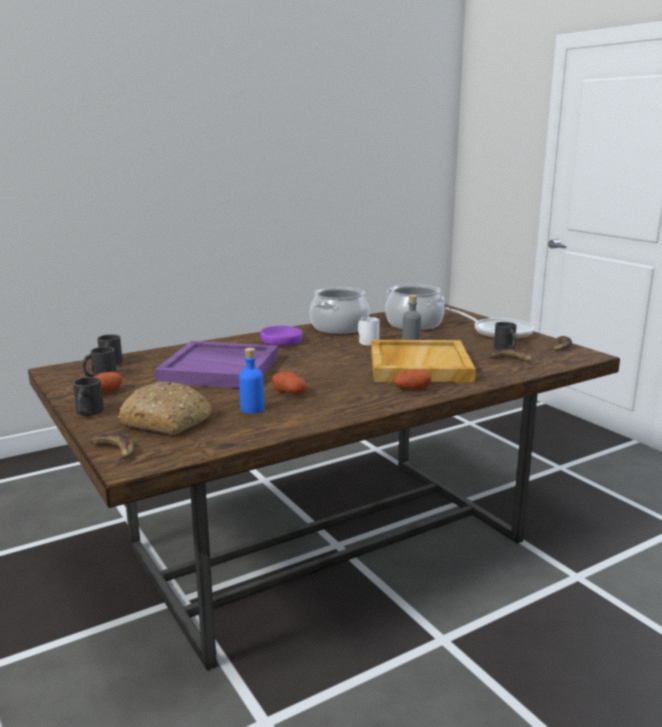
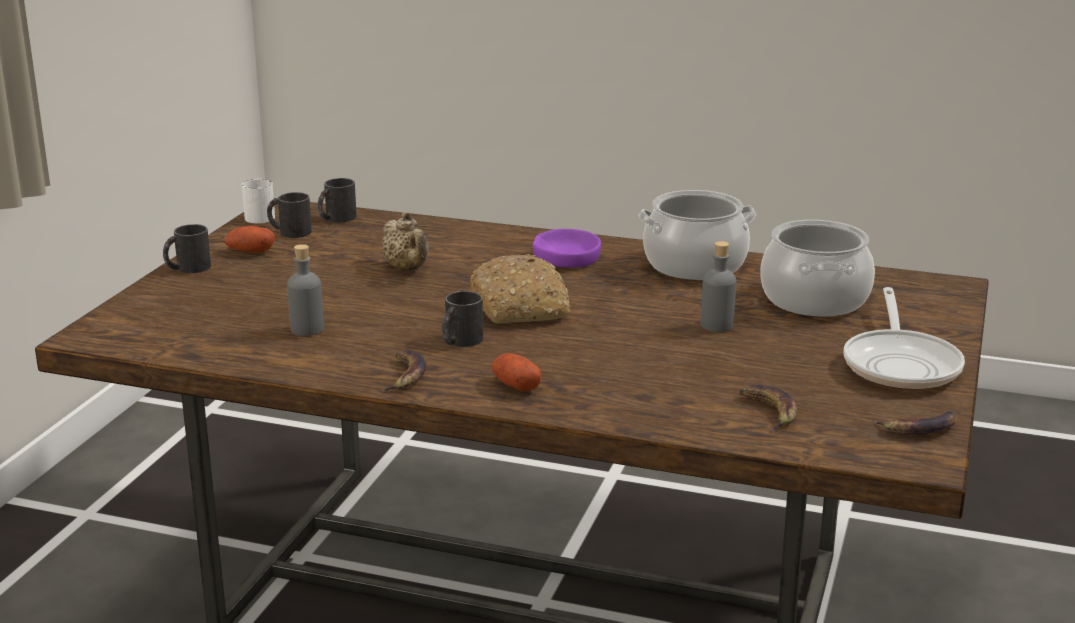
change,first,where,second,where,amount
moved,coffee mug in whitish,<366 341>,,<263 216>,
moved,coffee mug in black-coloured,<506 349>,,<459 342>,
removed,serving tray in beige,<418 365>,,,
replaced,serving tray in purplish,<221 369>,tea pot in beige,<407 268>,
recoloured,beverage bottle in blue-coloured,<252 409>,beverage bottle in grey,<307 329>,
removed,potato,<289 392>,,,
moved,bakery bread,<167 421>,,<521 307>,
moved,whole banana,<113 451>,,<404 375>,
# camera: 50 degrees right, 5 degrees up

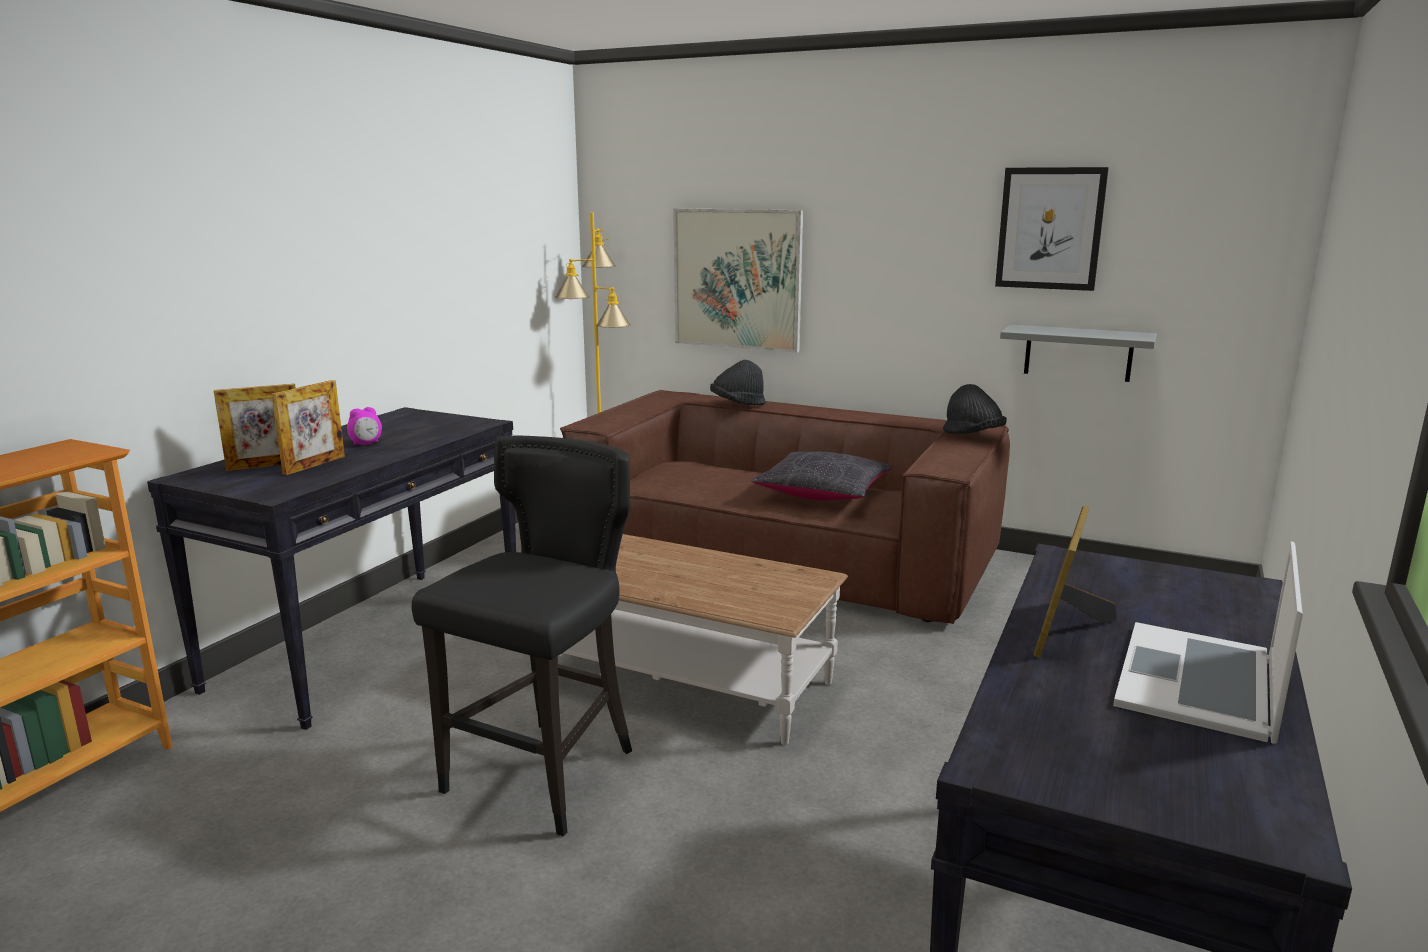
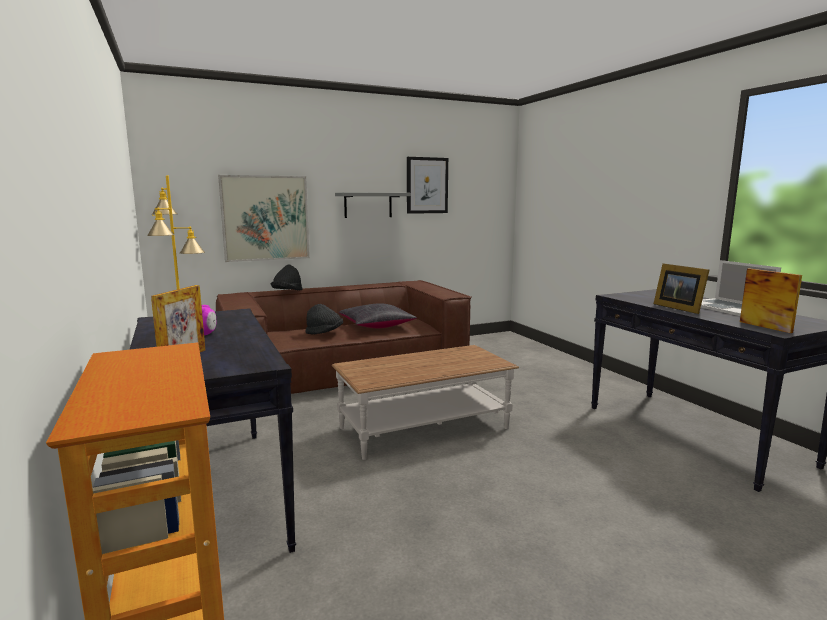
change,first,where,second,where,amount
moved,wall shelf in grey,<1078 353>,,<368 205>,
moved,standing frame,<314 465>,,<765 327>,
moved,hat in black-coloured,<972 436>,,<325 333>,
removed,stool seat in black-coloured,<545 773>,,,
# camera: 50 degrees left, 5 degrees down

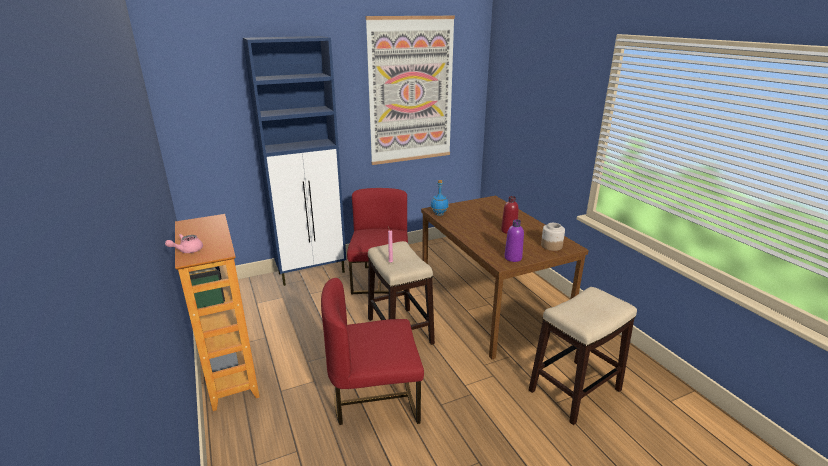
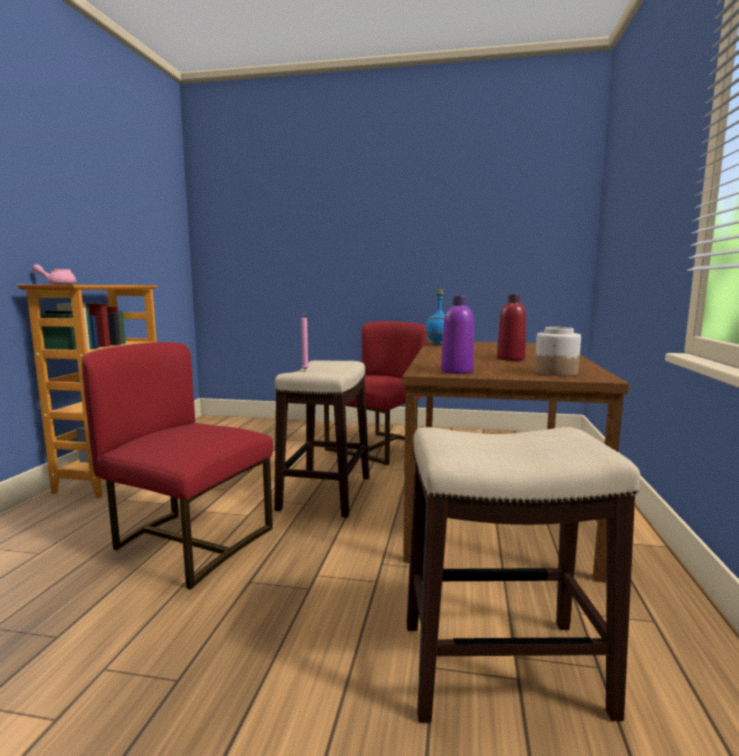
change,first,where,second,where,amount
removed,wall art,<411 92>,,,
removed,storage cabinet in blue-coloured,<312 272>,,,
# camera: 35 degrees right, 15 degrees down

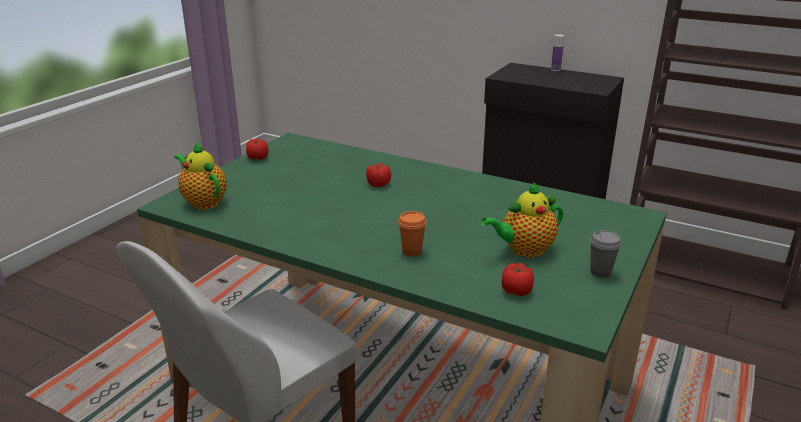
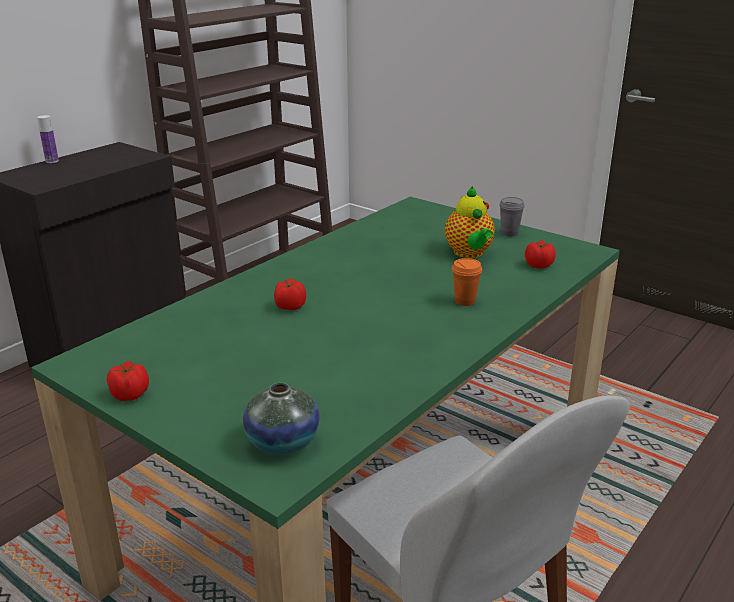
change,first,where,second,where,amount
replaced,tea pot,<203 202>,flower vase,<283 442>,
# camera: 80 degrees left, 0 degrees up

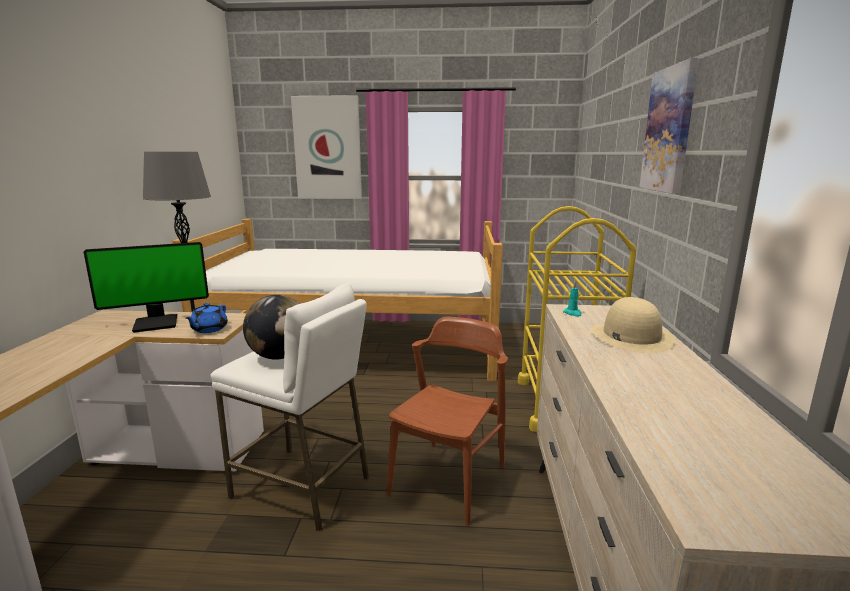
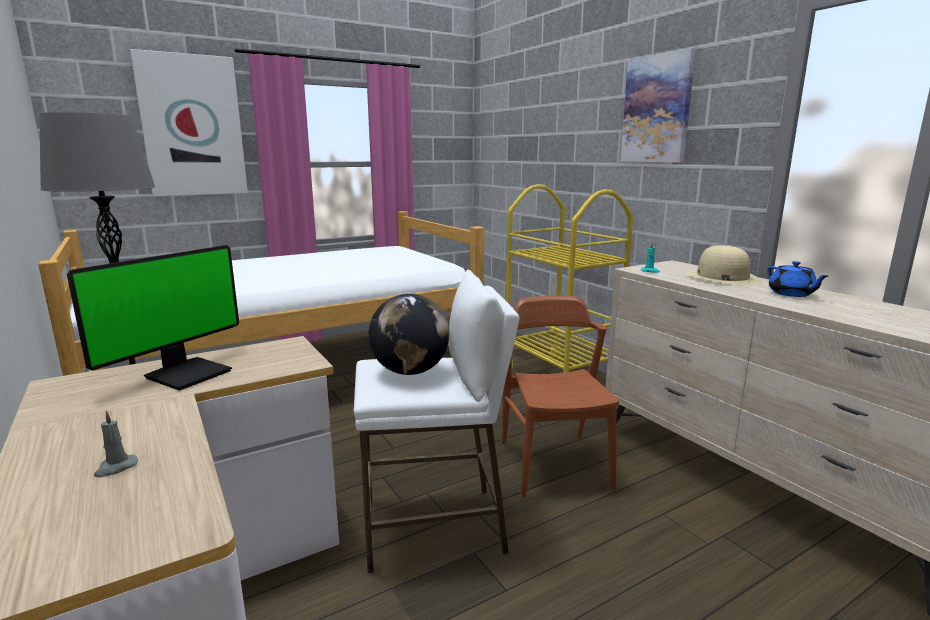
change,first,where,second,where,amount
moved,tea pot in blue-coloured,<208 329>,,<791 294>,
added,,,candle in grey,<115 468>,
# camera: 35 degrees left, 0 degrees up

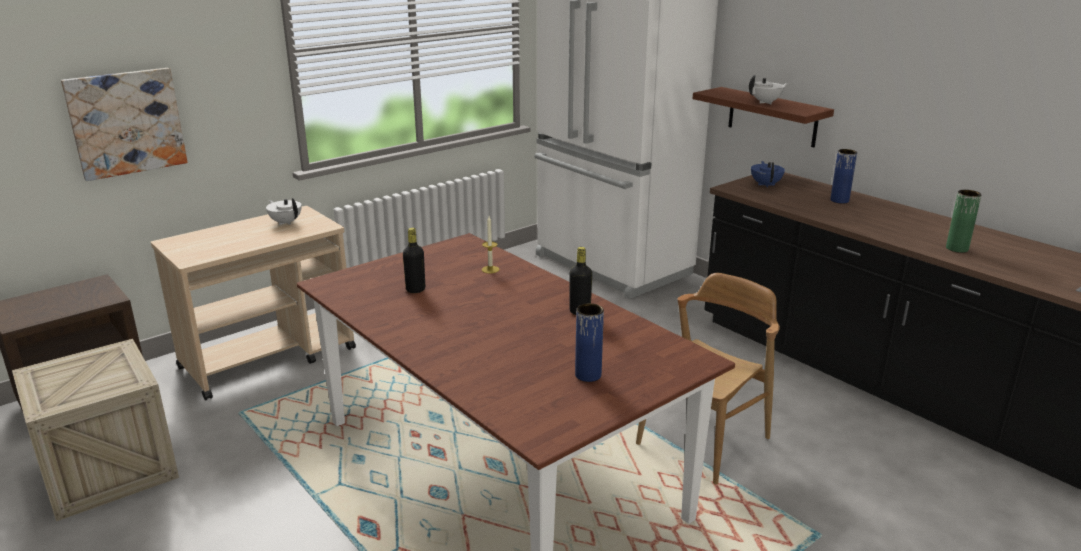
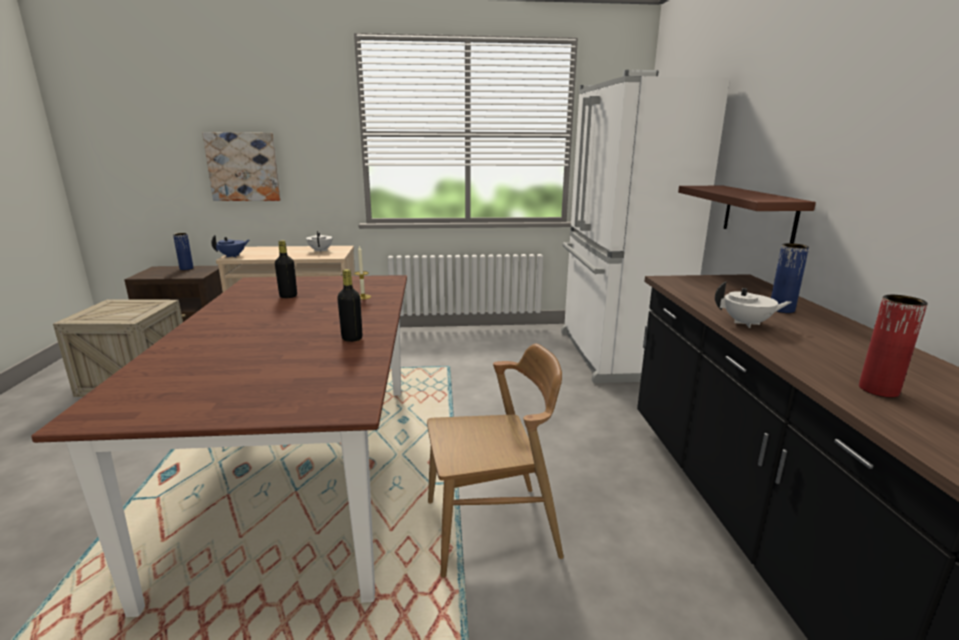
change,first,where,second,where,amount
moved,tea pot in whitish,<766 102>,,<747 323>,
moved,tea pot in blue-coloured,<766 185>,,<233 256>,
recoloured,flower vase in greenish,<957 248>,flower vase in reddish,<878 390>,
moved,flower vase in blue-coloured,<588 375>,,<186 268>,
# camera: 35 degrees right, 5 degrees down

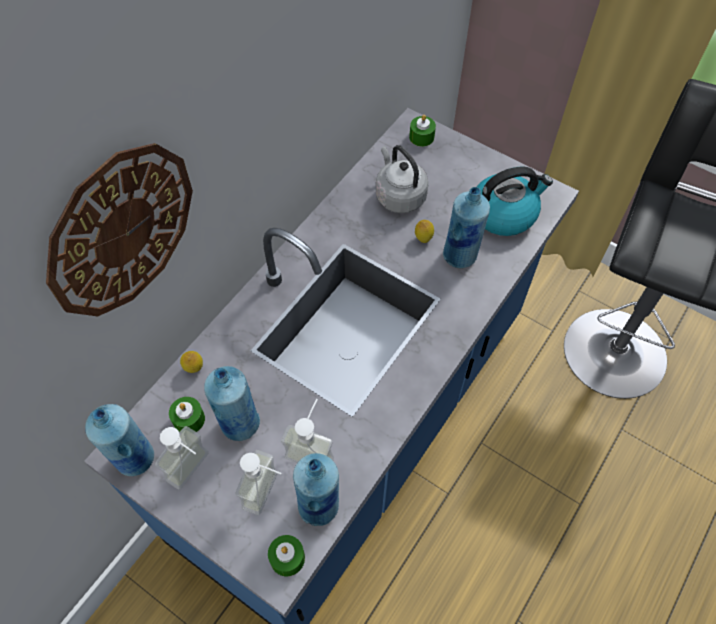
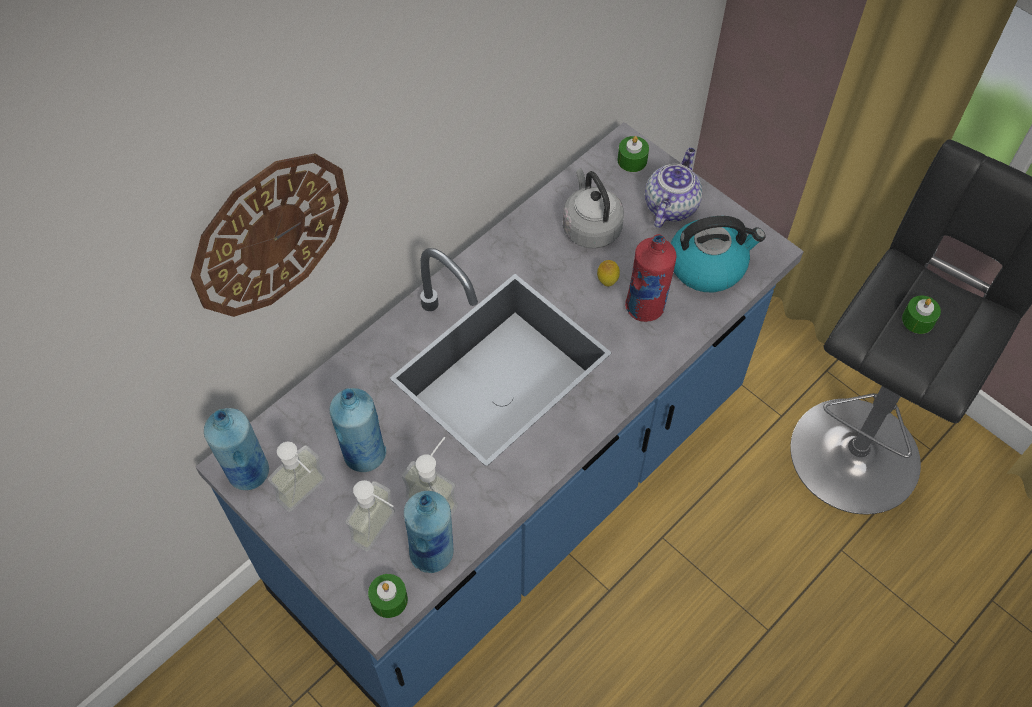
change,first,where,second,where,amount
recoloured,beverage bottle in blue-coloured,<460 256>,beverage bottle in reddish,<645 307>,
removed,citrus fruit,<194 368>,,,
moved,candle in greenish,<189 419>,,<918 320>,
added,,,tea pot,<670 205>,
# camera: 10 degrees right, 0 degrees up

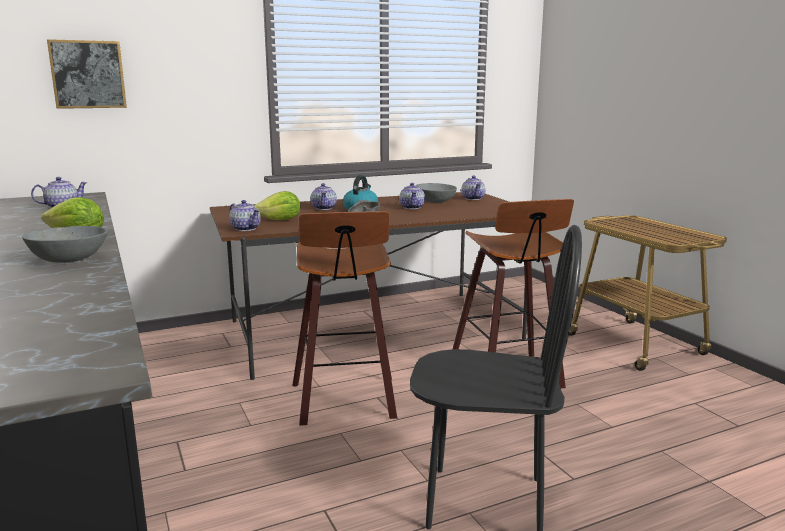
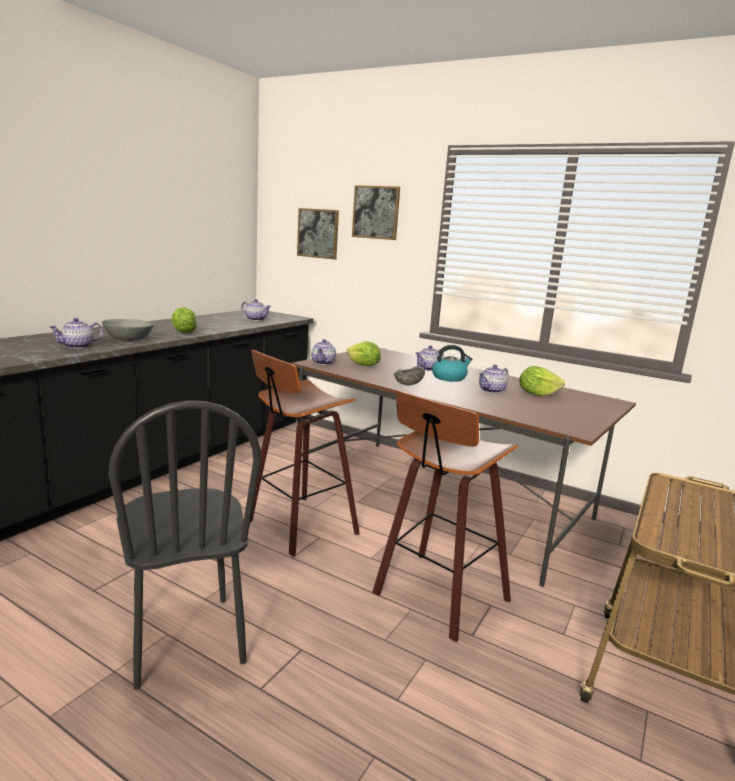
change,first,where,second,where,amount
moved,tea pot,<473 198>,,<78 346>,
replaced,serving bowl in grey,<434 201>,lettuce,<537 394>,
added,,,wall art,<376 212>,
# camera: 55 degrees right, 0 degrees up

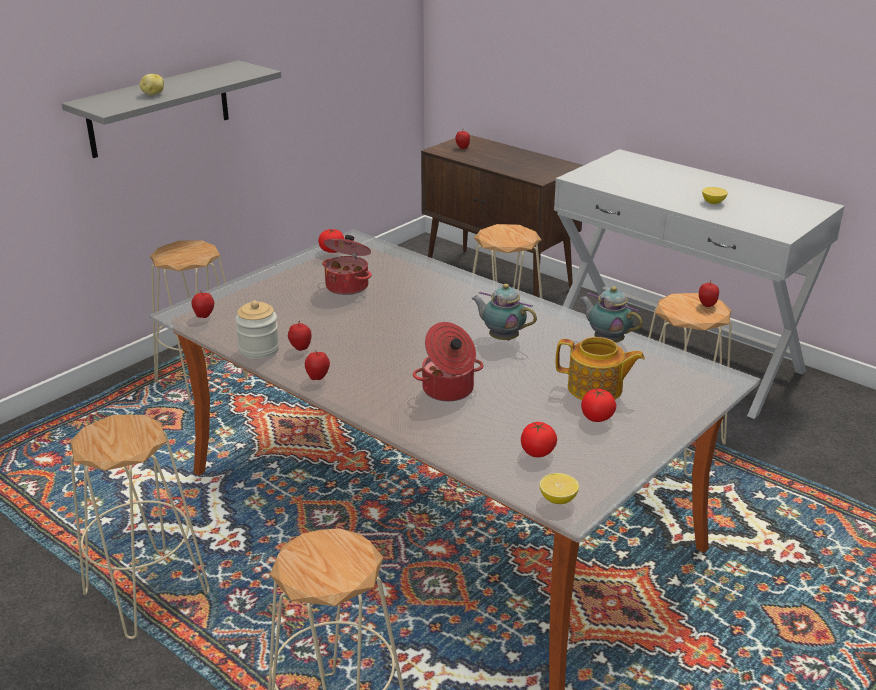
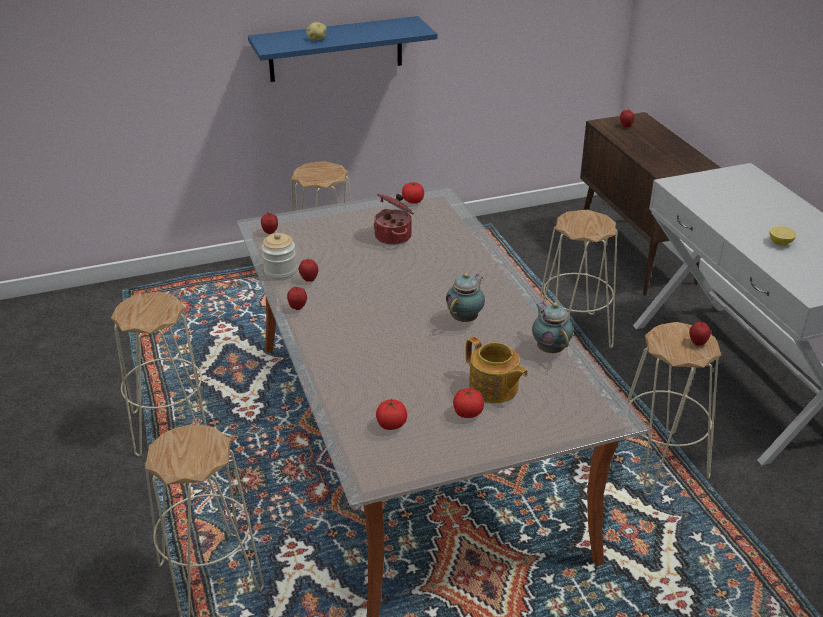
change,first,where,second,where,amount
recoloured,wall shelf in grey,<159 109>,wall shelf in blue-coloured,<336 49>,
turned,tea pot,<502 338>,,<466 318>,60 degrees clockwise
removed,cooking pot,<448 390>,,,
removed,citrus fruit,<558 499>,,,
# camera: 30 degrees right, 5 degrees up

